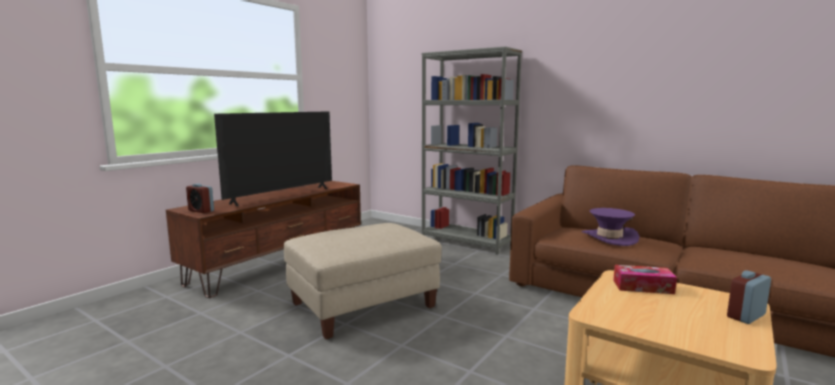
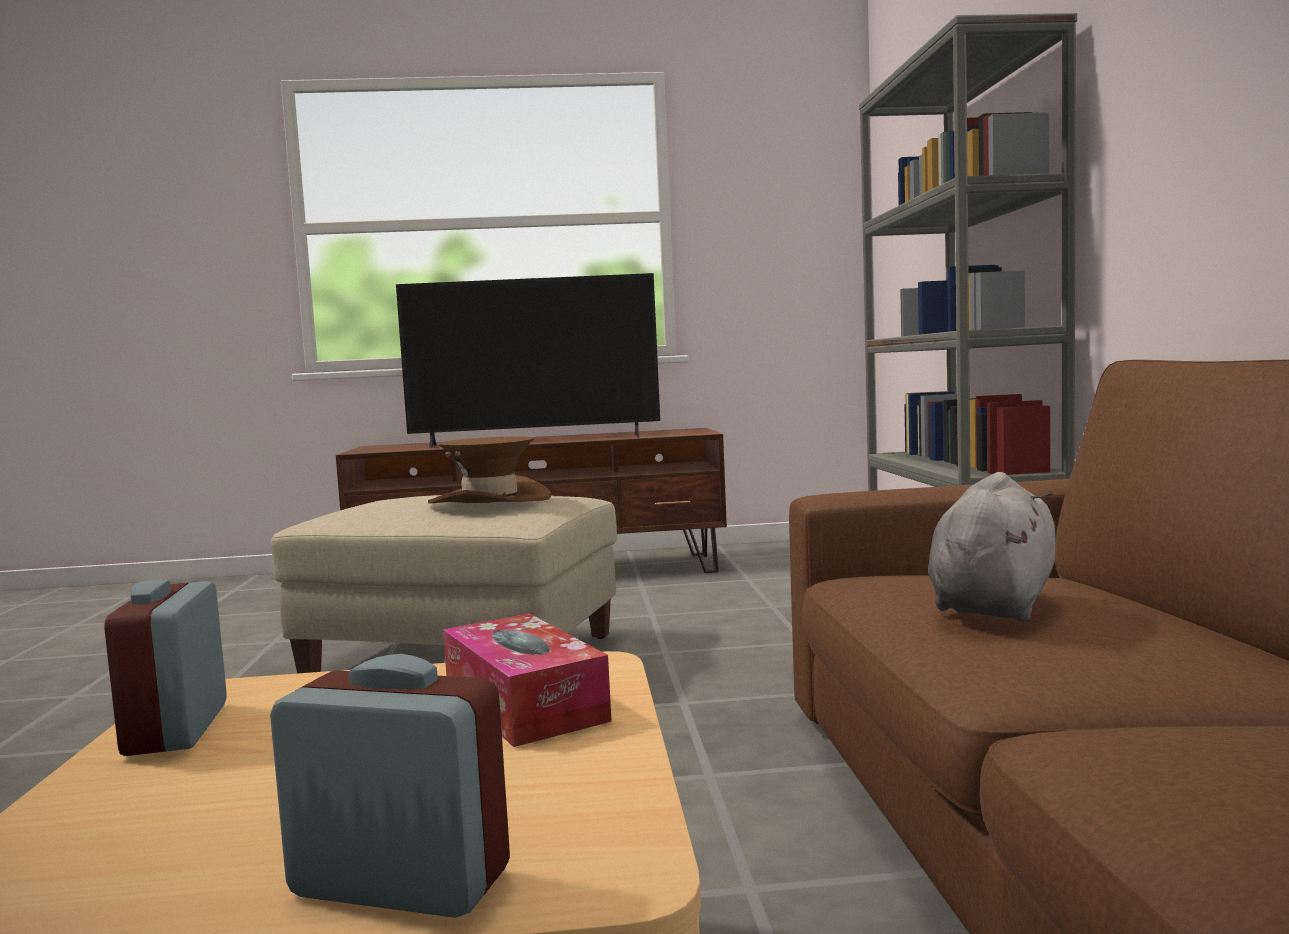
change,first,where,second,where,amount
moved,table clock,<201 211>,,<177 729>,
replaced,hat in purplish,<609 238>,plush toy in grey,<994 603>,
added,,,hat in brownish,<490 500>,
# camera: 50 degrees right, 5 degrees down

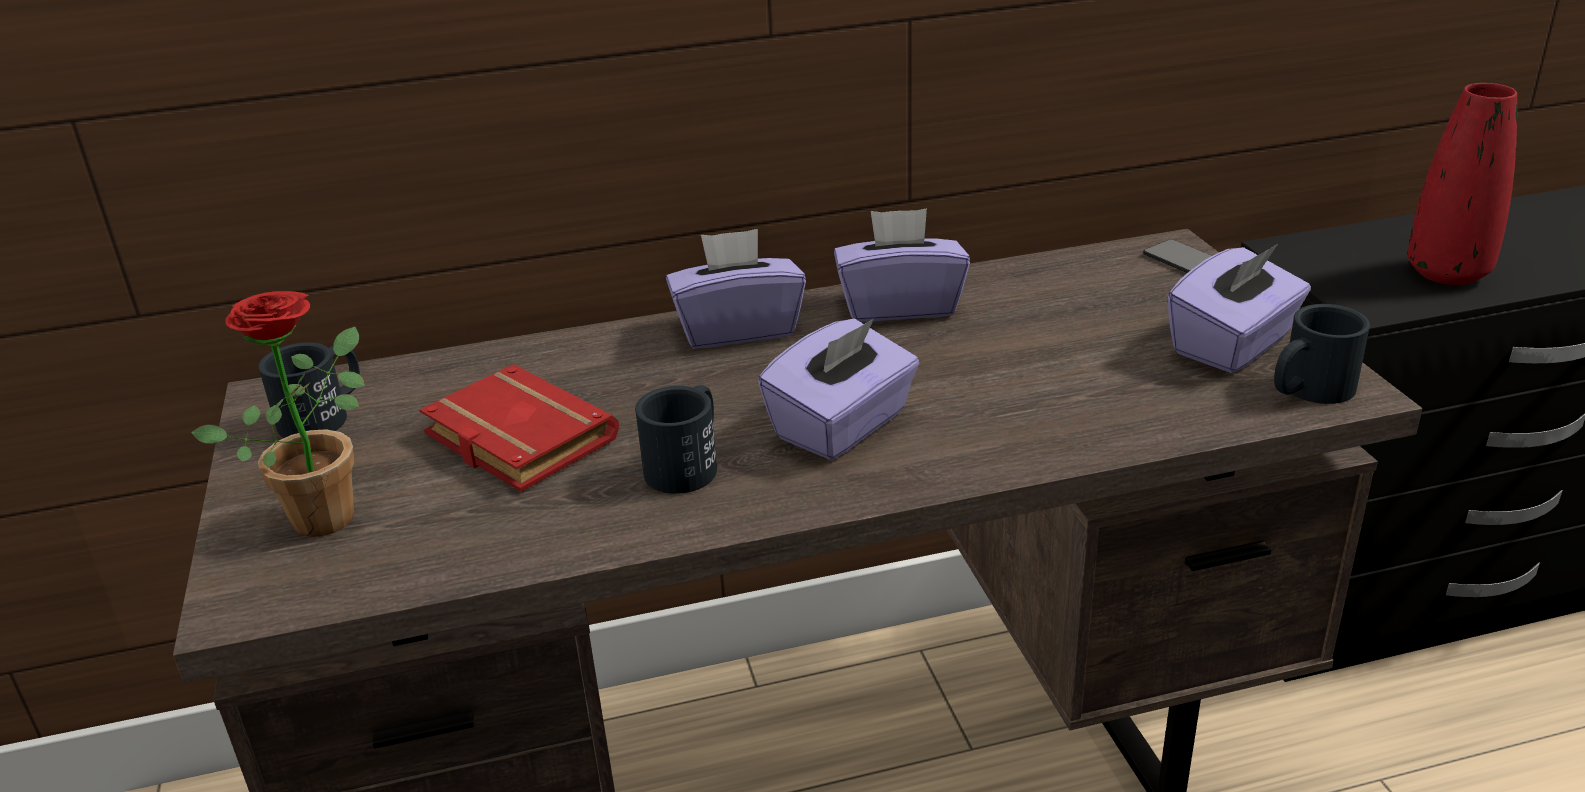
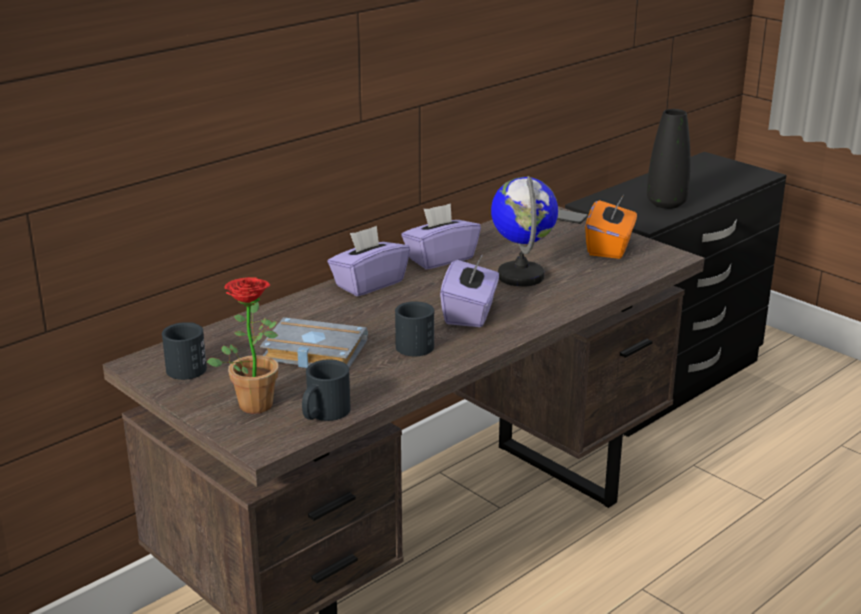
change,first,where,second,where,amount
recoloured,flower vase in reddish,<1447 273>,flower vase in black-coloured,<666 203>,
recoloured,tissue box in purplish,<1233 345>,tissue box in orange-coloured,<610 247>,
moved,coffee mug in black-coloured,<1308 391>,,<323 414>,
recoloured,book in reddish,<514 439>,book in grey,<312 352>,
added,,,desk globe,<521 276>,
# camera: 30 degrees left, 5 degrees down

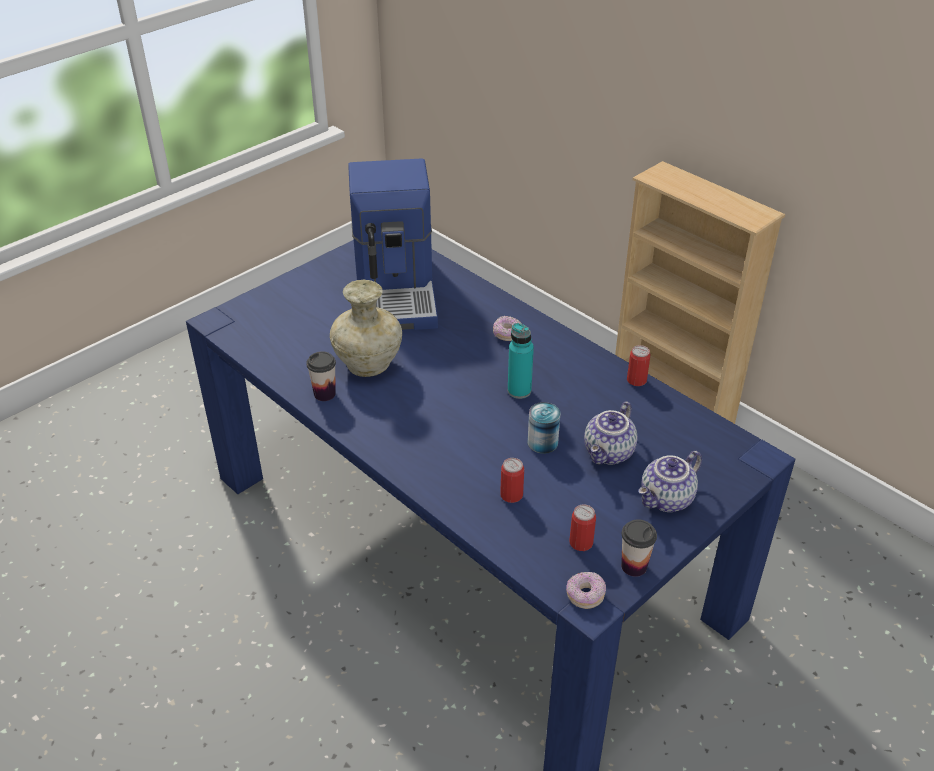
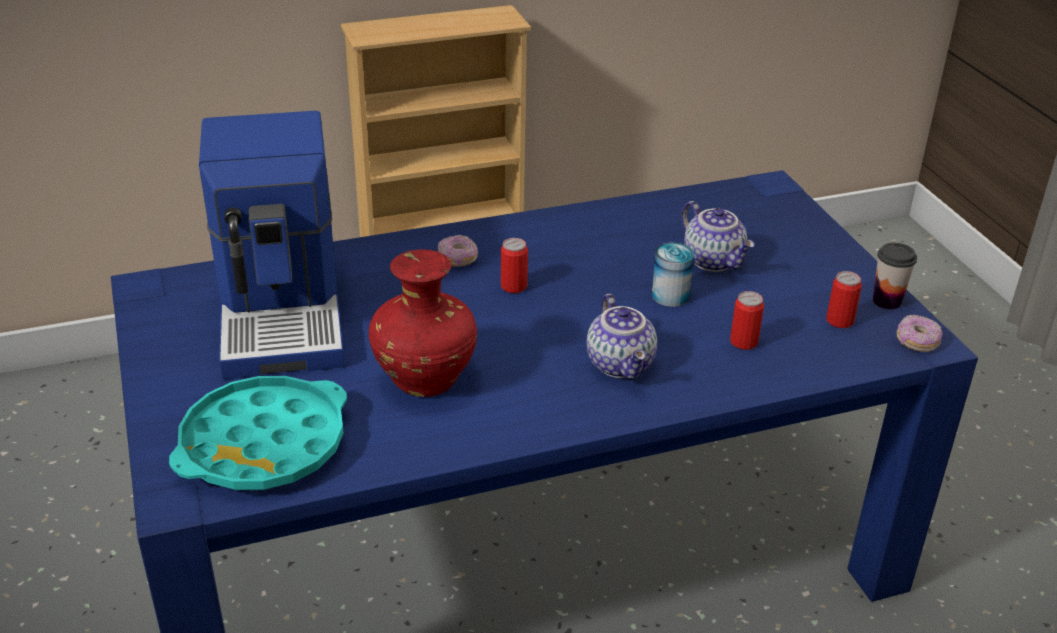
change,first,where,second,where,amount
turned,coffee machine,<397 291>,,<284 312>,60 degrees clockwise
recoloured,flower vase in beige,<369 365>,flower vase in reddish,<426 378>,
removed,beverage bottle in blue-green,<519 391>,,,
moved,metal can,<636 380>,,<513 286>,
removed,small cup,<324 394>,,,
moved,tea pot,<667 500>,,<622 365>,
added,,,serving tray in blue-green,<264 445>,
# camera: 65 degrees left, 5 degrees down

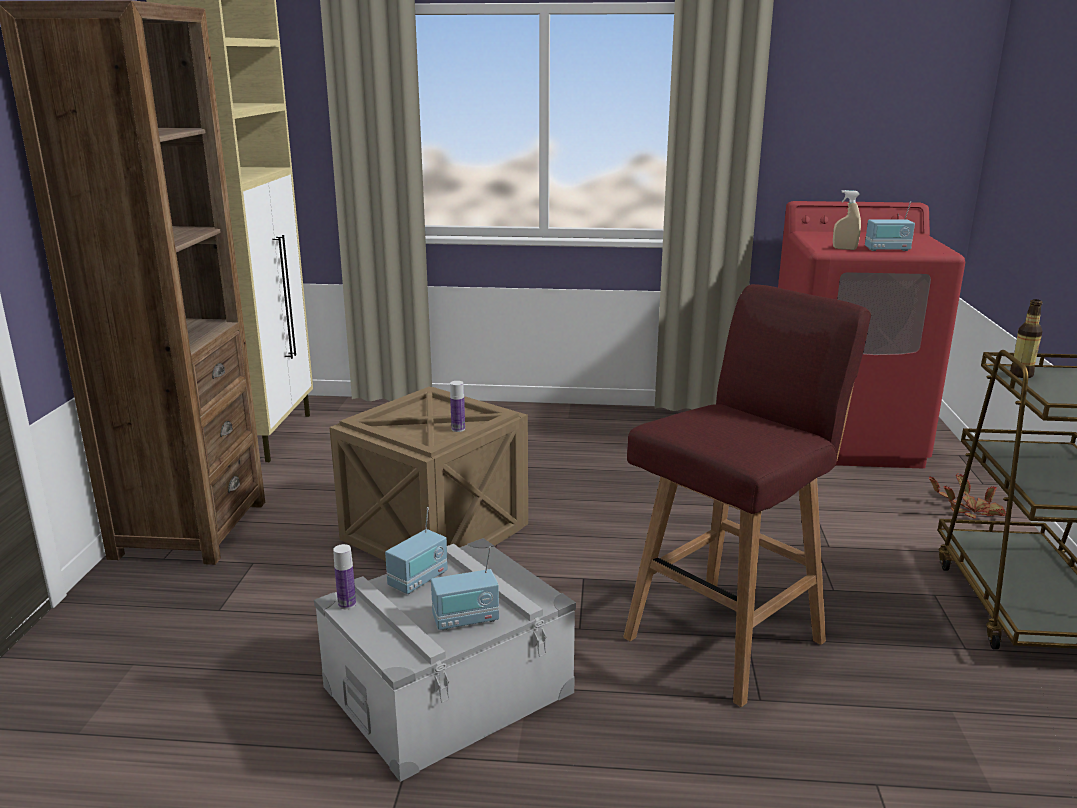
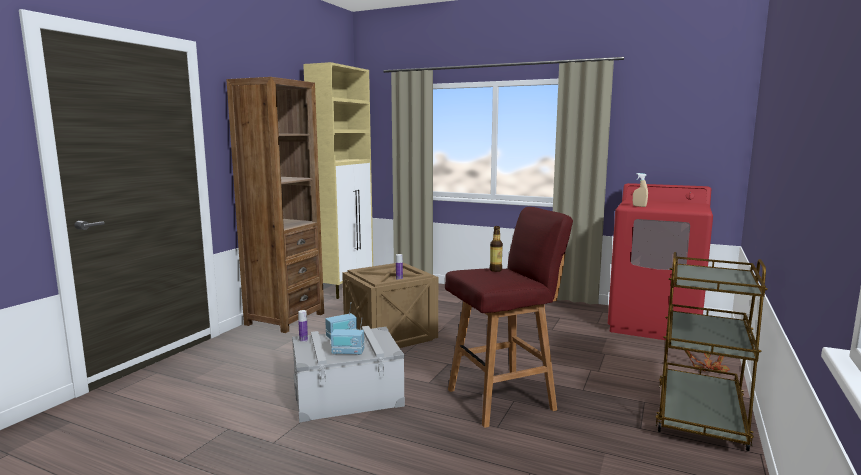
change,first,where,second,where,amount
removed,radio receiver,<887 250>,,,
moved,beverage bottle,<1021 375>,,<495 270>,
# camera: 20 degrees right, 10 degrees down

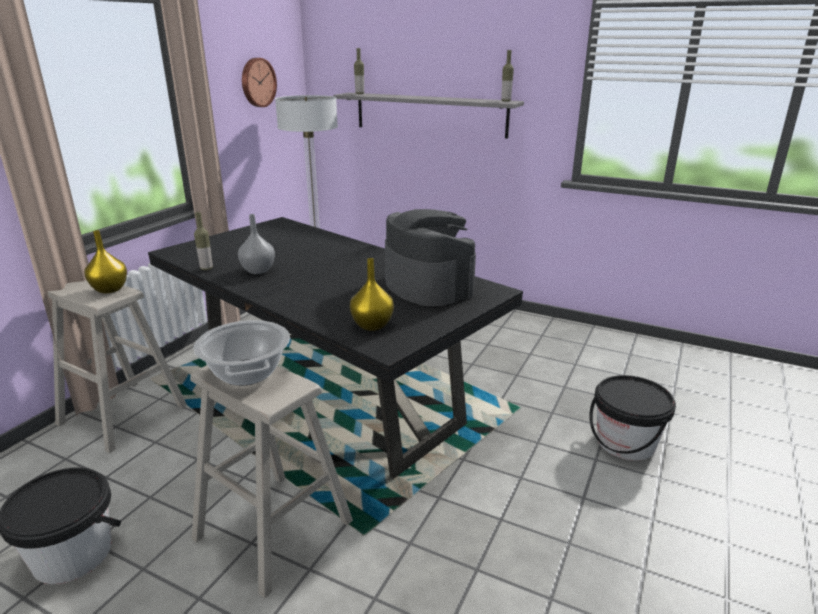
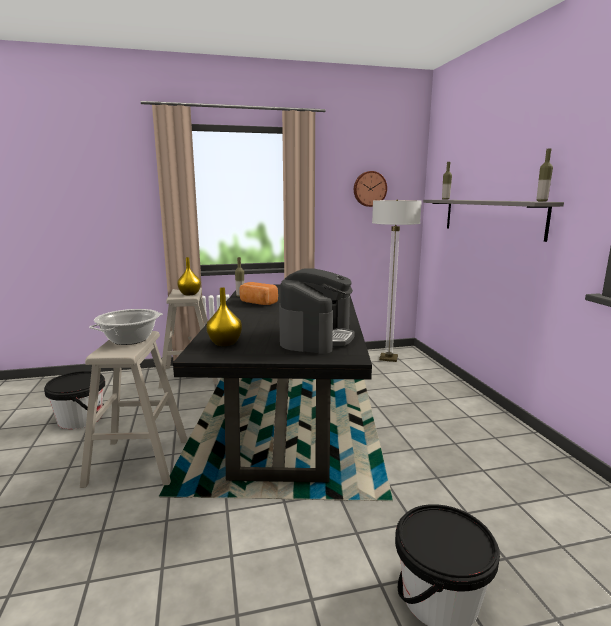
change,first,where,second,where,amount
replaced,flower vase in grey,<257 270>,bakery bread,<257 303>,
# camera: 50 degrees right, 10 degrees down

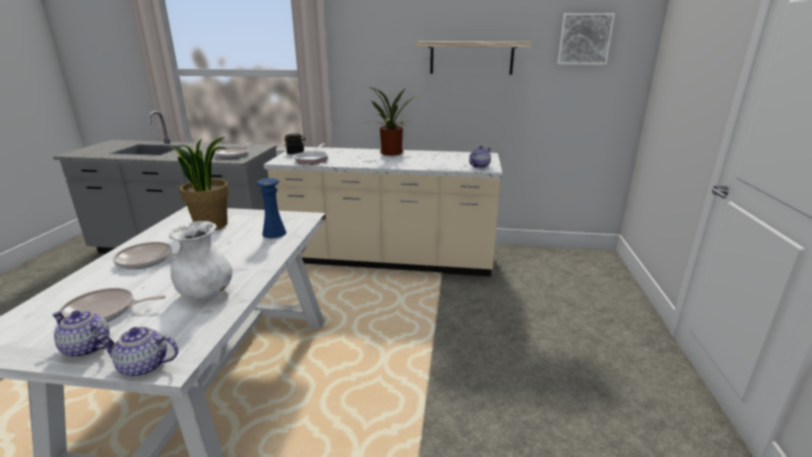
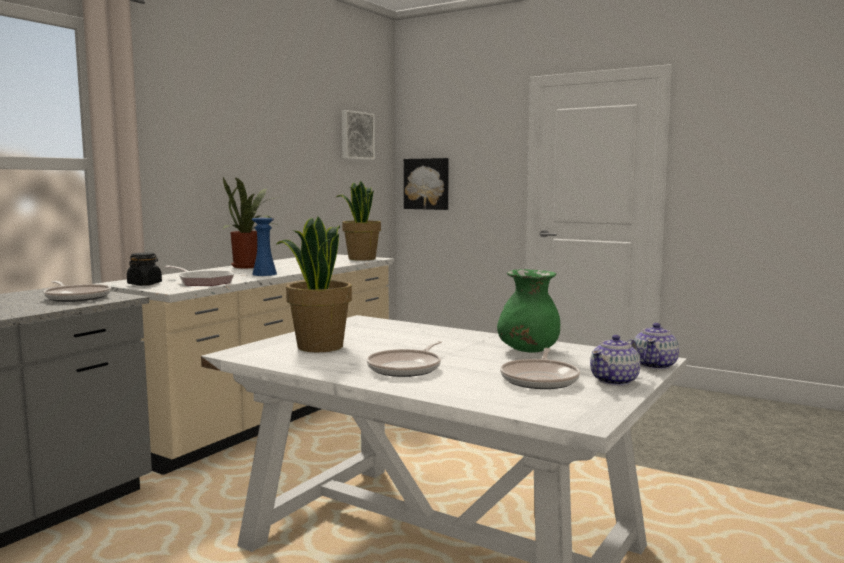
change,first,where,second,where,amount
removed,wall shelf,<471 57>,,,
replaced,tea pot,<479 166>,houseplant,<361 259>,
moved,flower vase in blue-coloured,<274 233>,,<264 274>,
recoloured,flower vase in whitish,<206 293>,flower vase in greenish,<528 351>,
added,,,wall art,<427 184>,
# camera: 65 degrees left, 15 degrees down

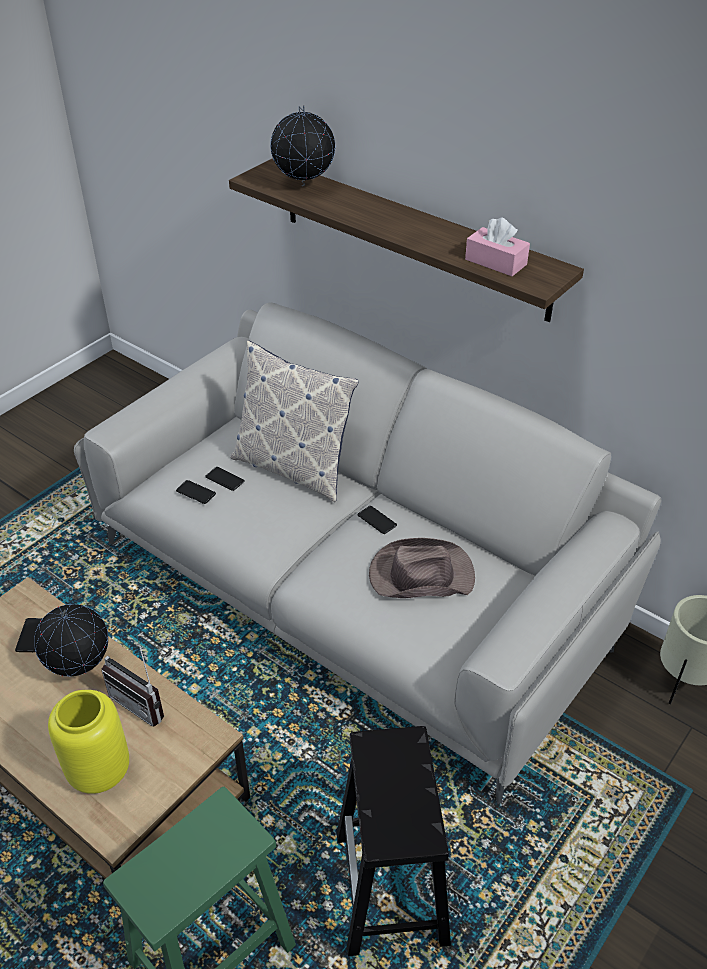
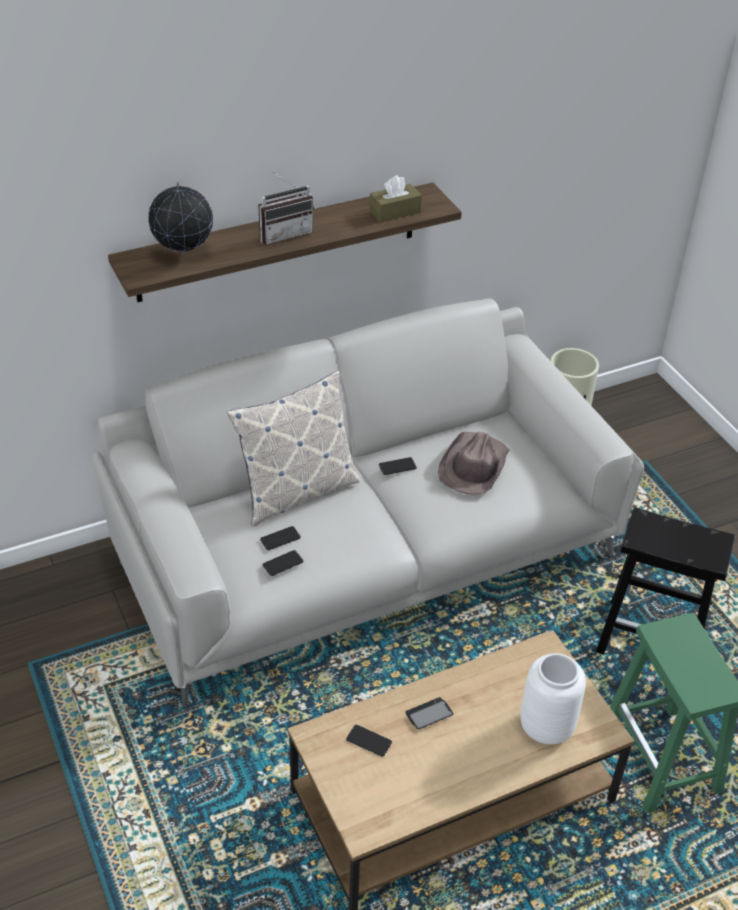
change,first,where,second,where,amount
recoloured,tissue box in pinkish,<495 262>,tissue box in brownish,<395 211>,
replaced,desk globe,<80 668>,handset,<429 714>,
moved,radio receiver,<143 702>,,<284 233>,
recoloured,flower vase in yellowish,<100 770>,flower vase in whitish,<545 726>,
# camera: 65 degrees left, 0 degrees up

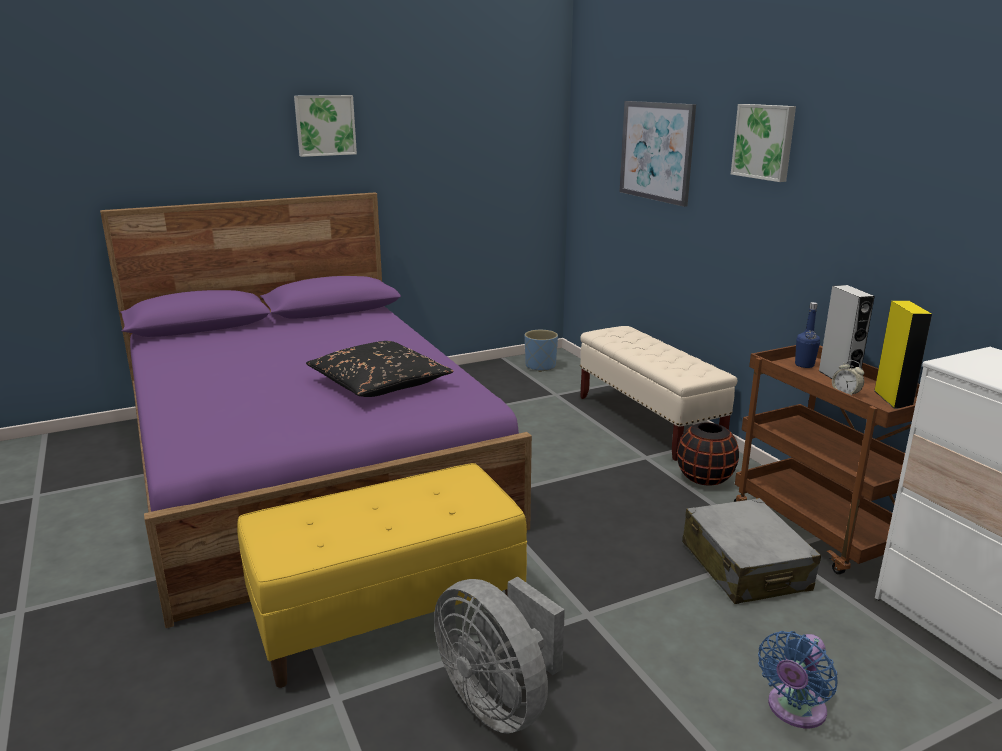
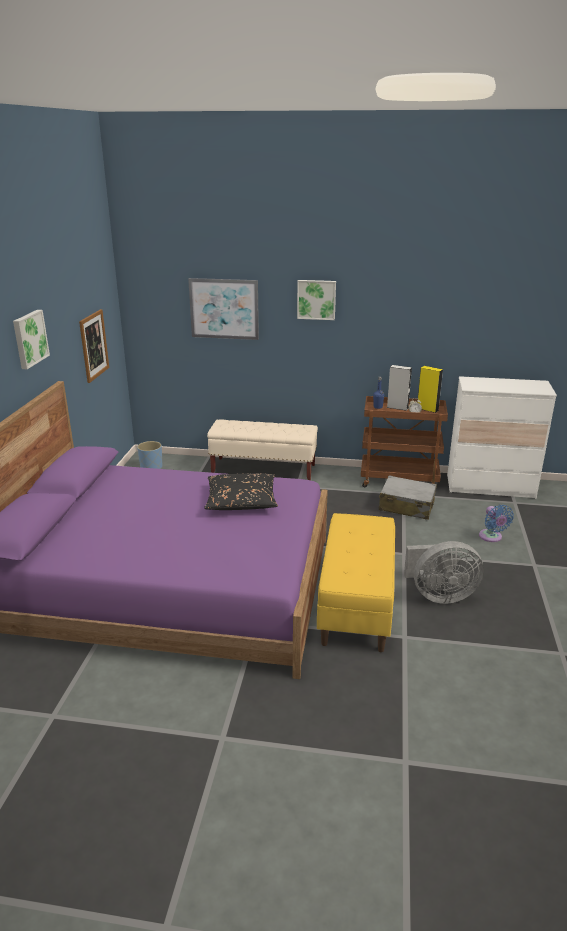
change,first,where,second,where,amount
removed,flower vase in black-coloured,<705 478>,,,
added,,,wall art,<93 345>,
# camera: 55 degrees left, 5 degrees up

